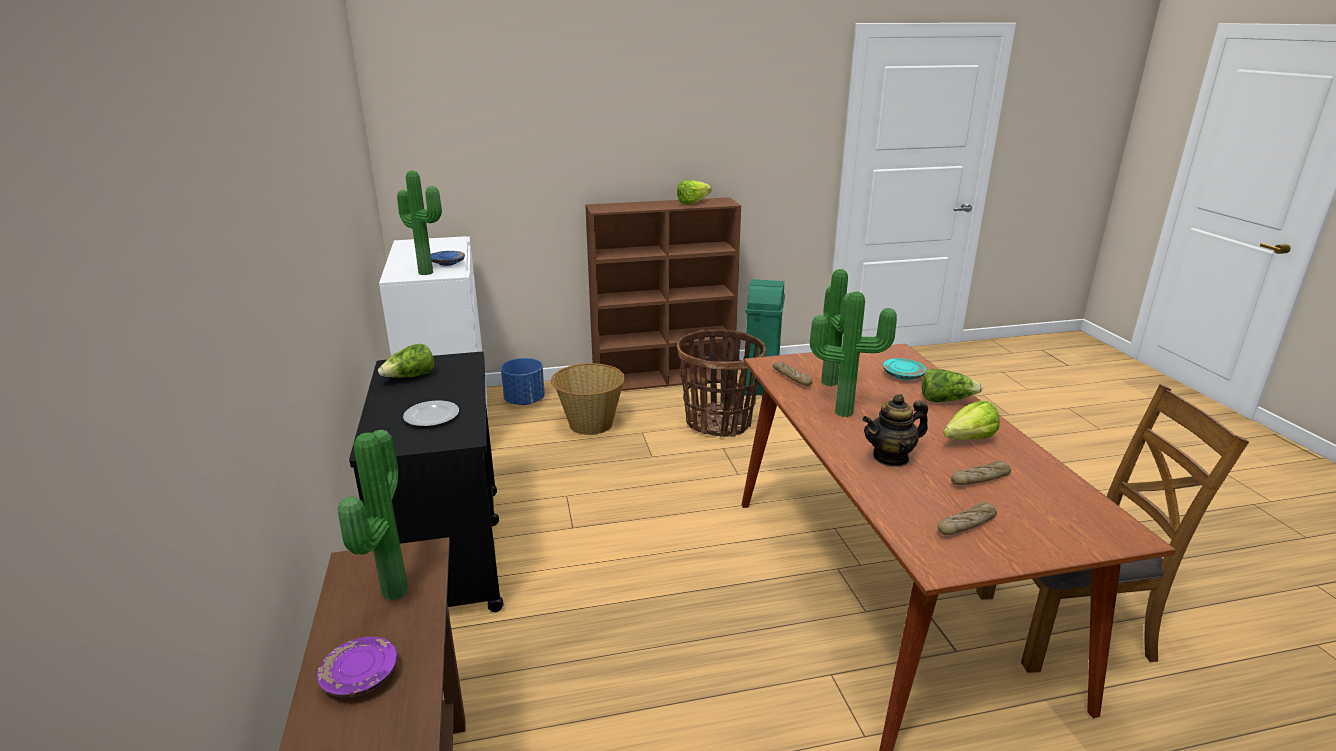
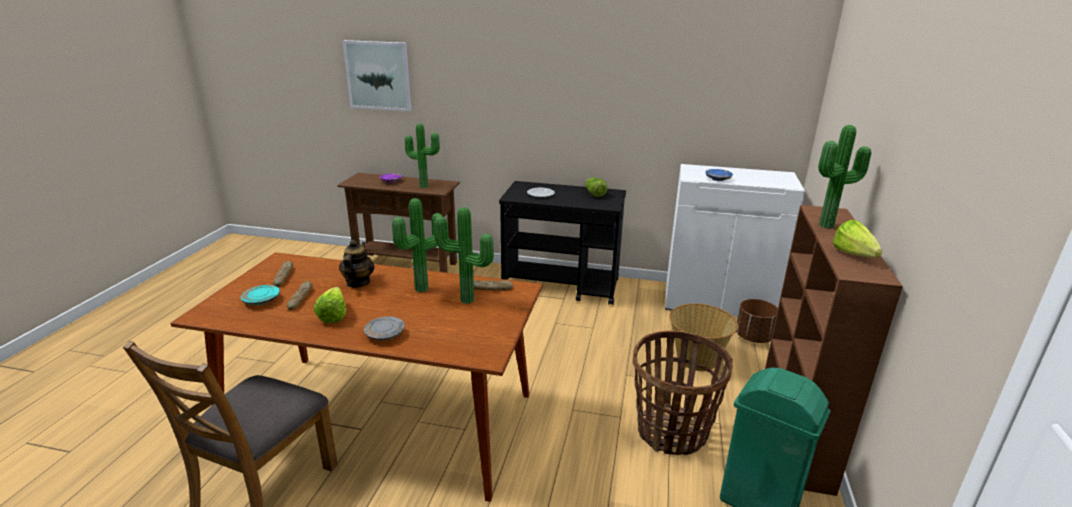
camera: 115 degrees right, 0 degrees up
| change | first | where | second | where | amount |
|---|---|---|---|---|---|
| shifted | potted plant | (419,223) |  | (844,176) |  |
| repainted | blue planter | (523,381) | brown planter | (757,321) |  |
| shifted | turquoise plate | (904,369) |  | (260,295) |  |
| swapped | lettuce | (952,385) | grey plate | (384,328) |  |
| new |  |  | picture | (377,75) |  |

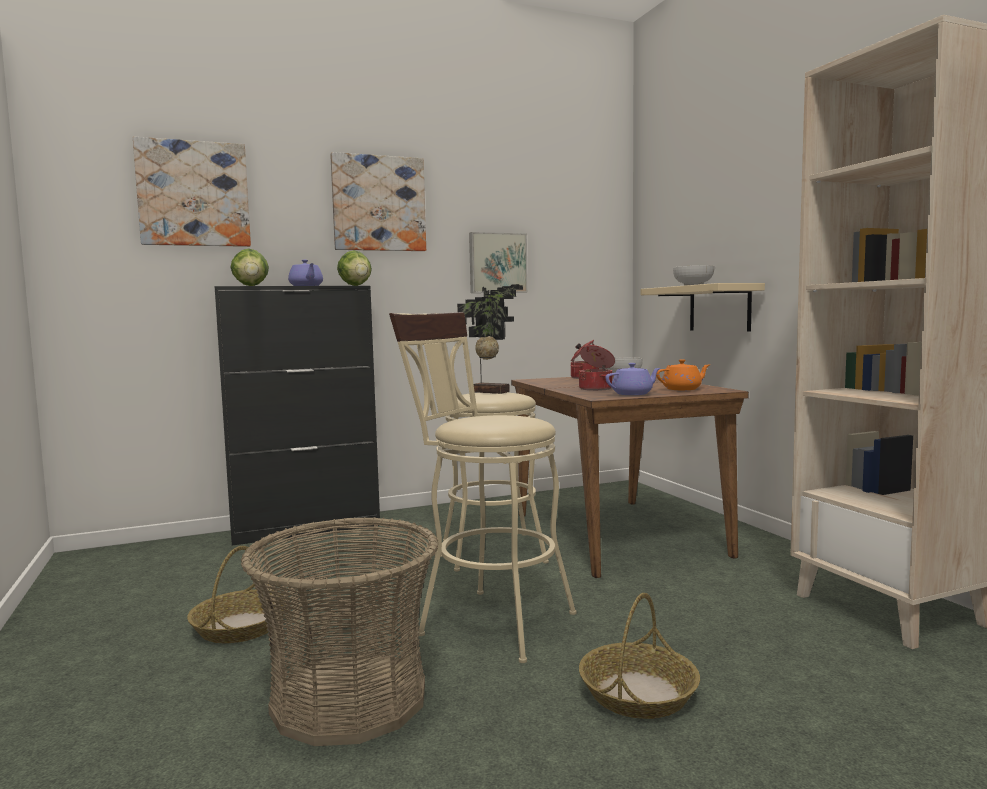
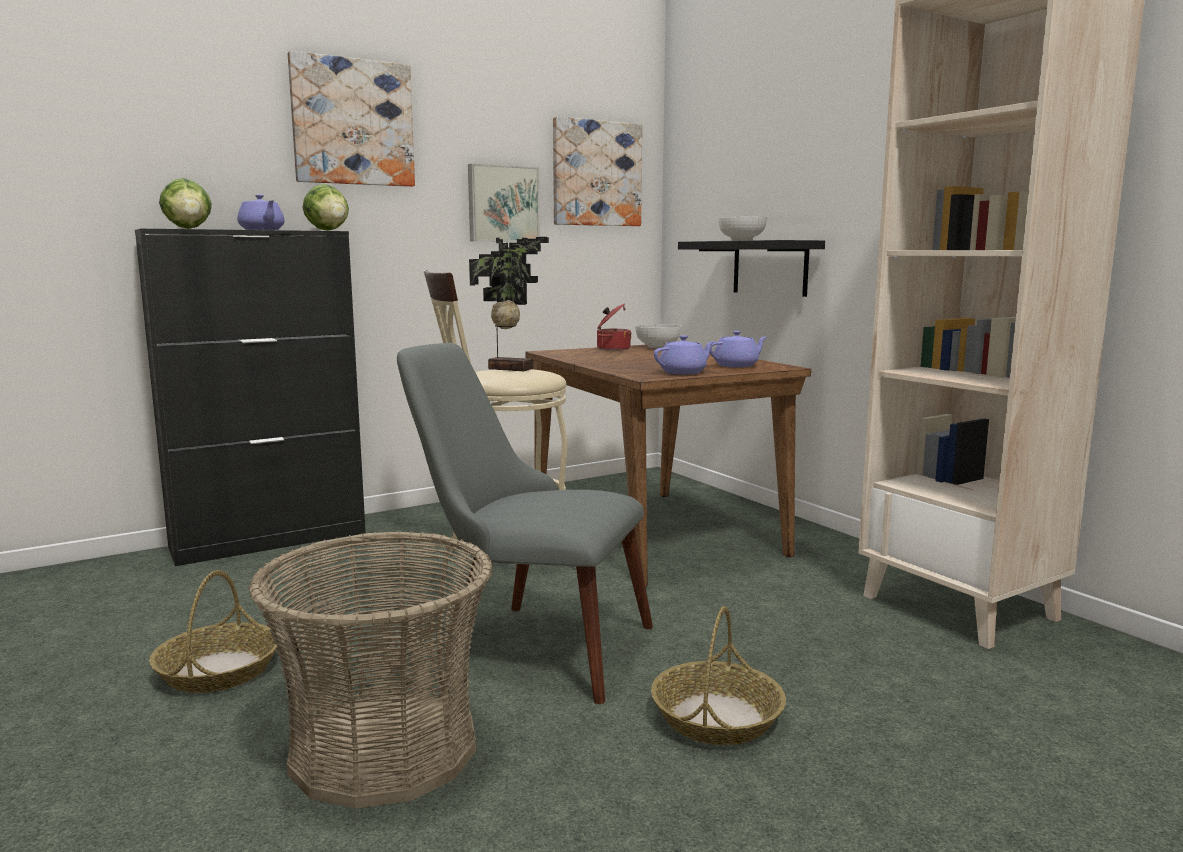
camera: 10 degrees left, 5 degrees up
| change | first | where | second | where | amount |
|---|---|---|---|---|---|
| shifted | picture | (192,192) |  | (597,171) |  |
| repainted | beige shelf | (702,307) | black shelf | (751,268) |  |
| swapped | beige stool | (483,487) | grey chair | (525,523) |  |
| gone | cooking pot | (597,368) |  |  |  |
| repainted | orange teapot | (682,374) | purple teapot | (738,349) |  |

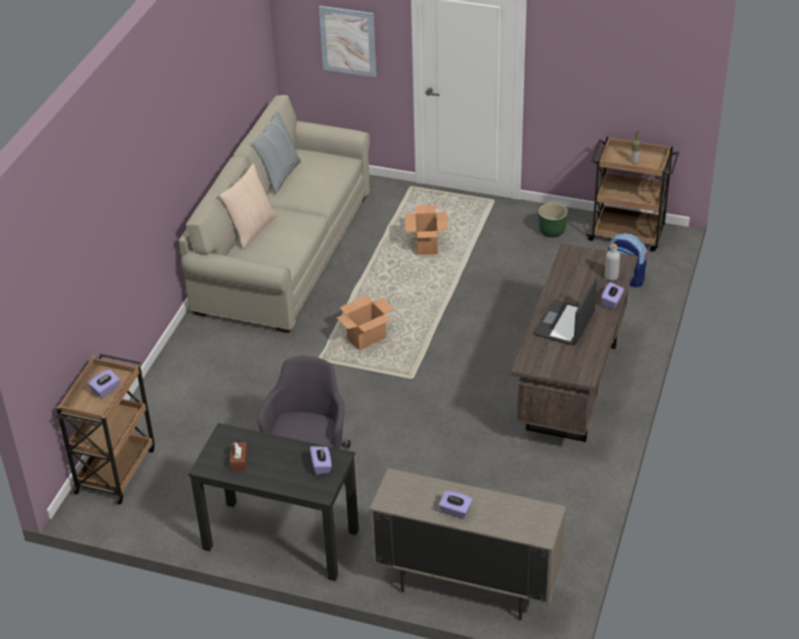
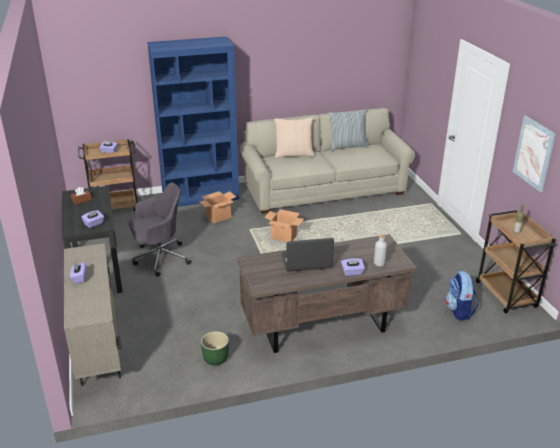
camera: 55 degrees right, 10 degrees down
| change | first | where | second | where | amount |
|---|---|---|---|---|---|
| shifted | picture | (347,41) |  | (534,153) |  |
| shifted | green planter | (553,220) |  | (215,348) |  |
| shifted | cardboard box | (426,230) |  | (217,207) |  |
| new |  |  | blue bookcase | (193,121) |  |

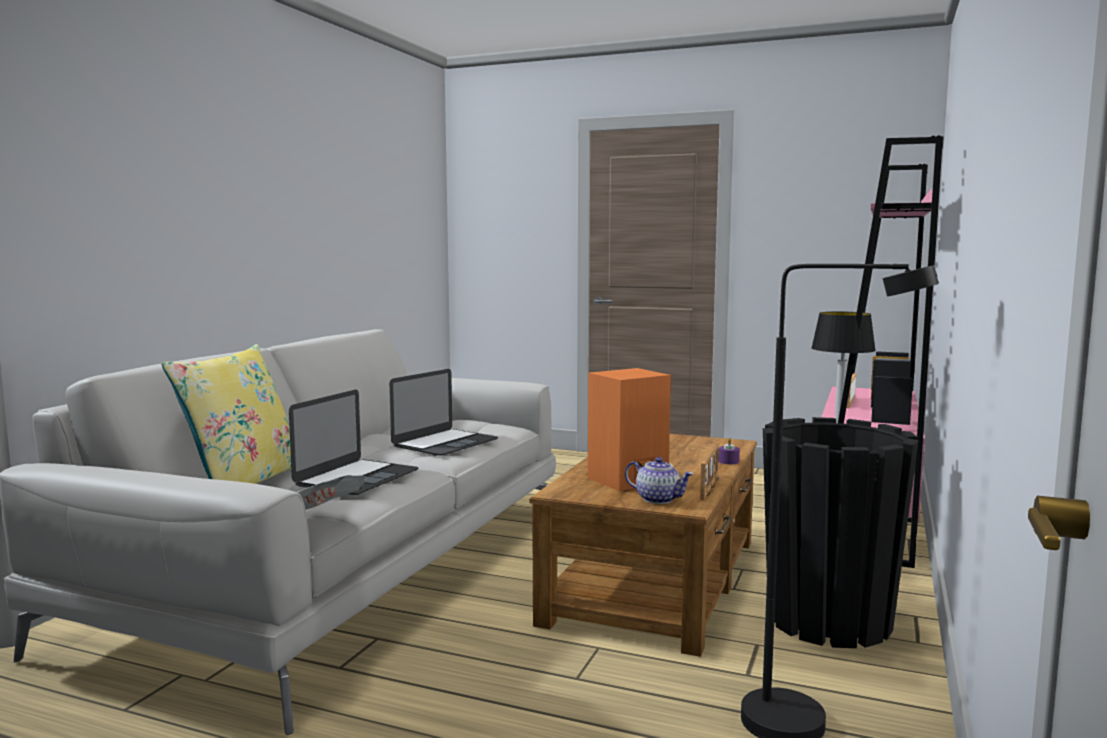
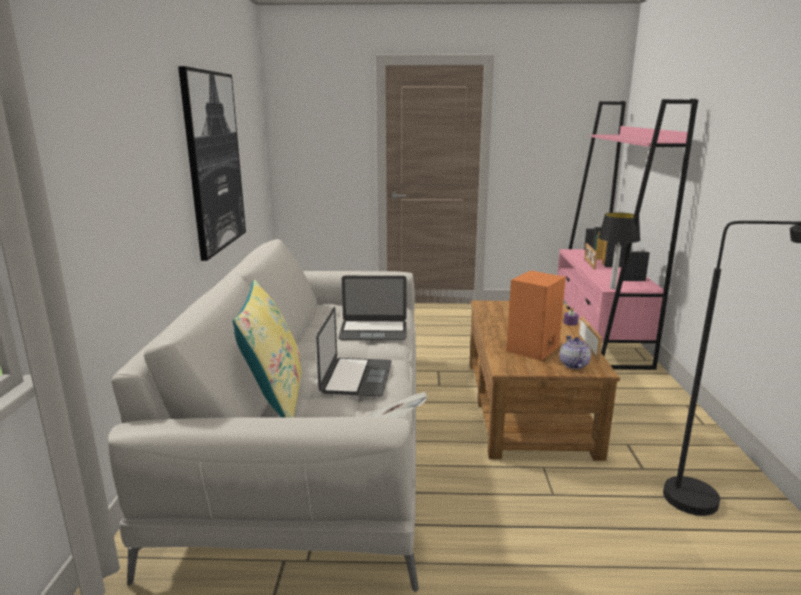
camera: 20 degrees left, 10 degrees up
| change | first | where | second | where | amount |
|---|---|---|---|---|---|
| rotated | laptop | (443,412) |  | (372,308) | 75 degrees clockwise |
| gone | black planter | (841,532) |  |  |  |
| rotated | teapot | (659,480) |  | (575,352) | 105 degrees counterclockwise |
| new |  |  | picture | (212,163) |  |

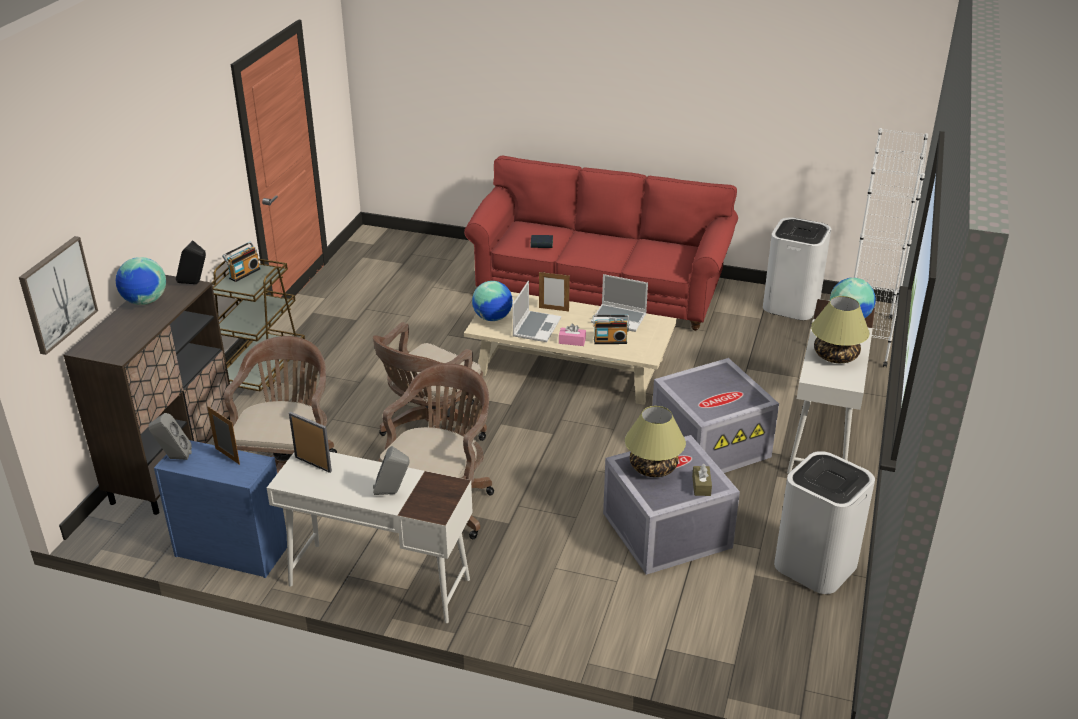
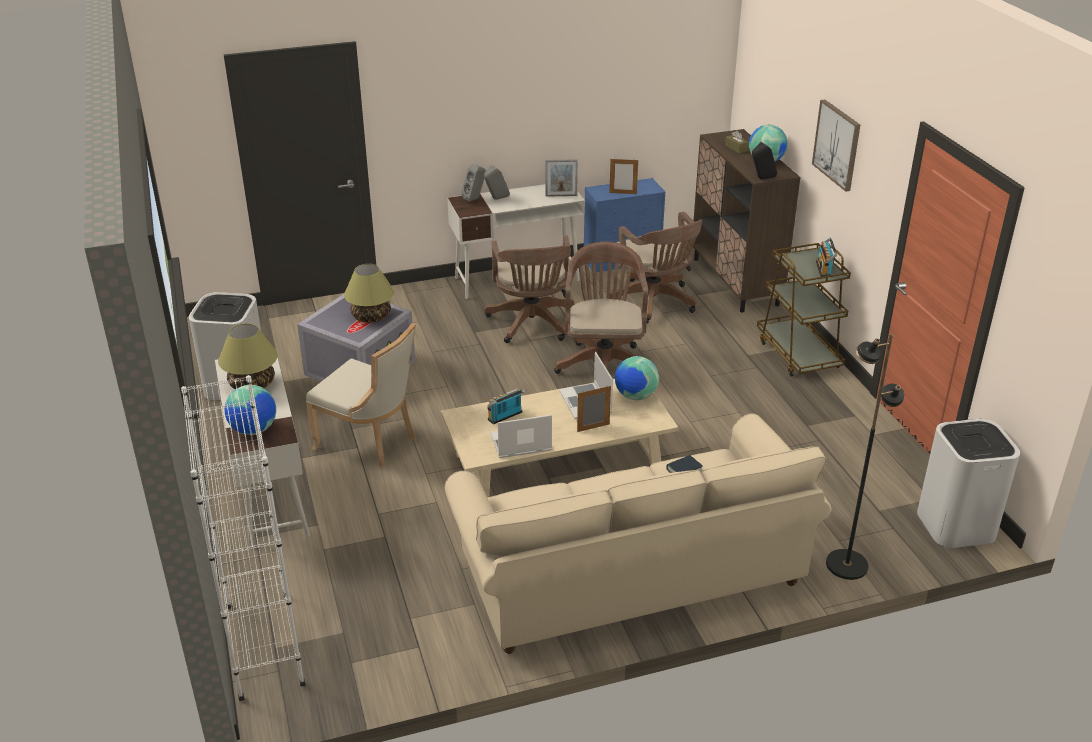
camera: 145 degrees right, 0 degrees up
| change | first | where | second | where | amount |
|---|---|---|---|---|---|
| repainted | red sofa | (601,243) | beige sofa | (637,533) |  |
| shifted | white trash can | (797,268) |  | (968,483) |  |
| shifted | picture | (58,295) |  | (836,145) |  |
| gone | pink tissue box | (572,335) |  |  |  |
| swapped | grey storage box | (715,415) | beige chair | (361,396) |  |
| shifted | grey speaker | (170,436) |  | (473,183) |  |
| shifted | brown tissue box | (702,480) |  | (737,141) |  |
| new |  |  | black floor lamp | (865,457) |  |

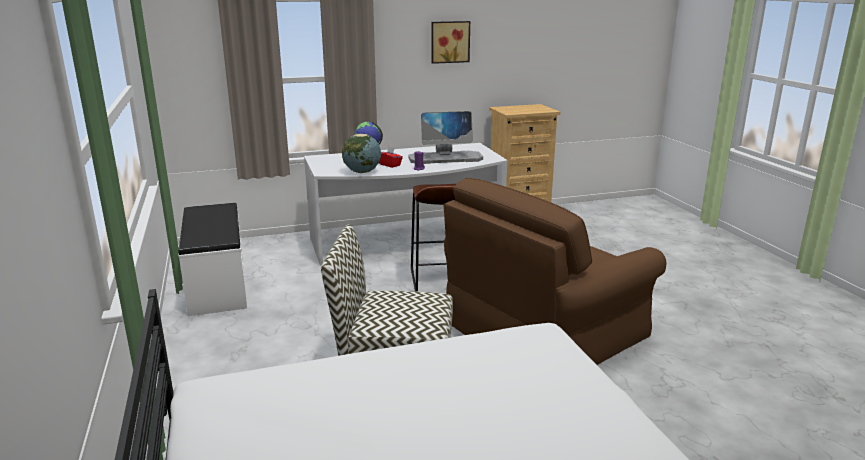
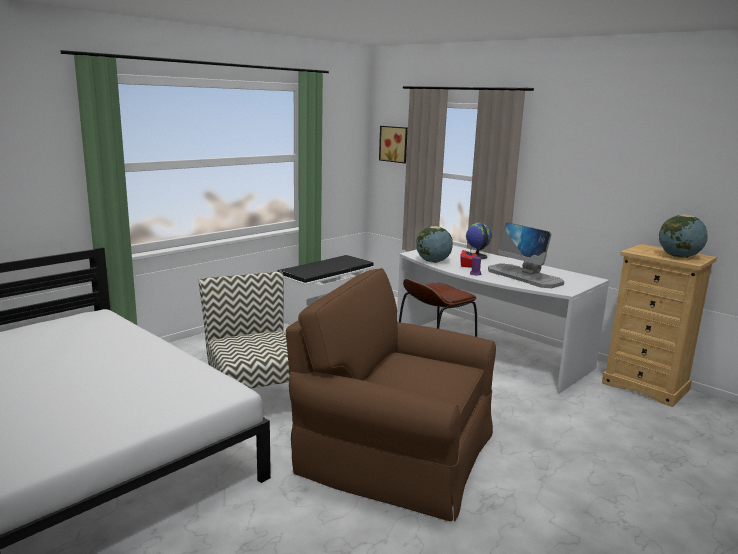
camera: 60 degrees right, 5 degrees down
| change | first | where | second | where | amount |
|---|---|---|---|---|---|
| shifted | picture | (450,42) |  | (393,144) |  |
| new |  |  | globe | (683,236) |  |

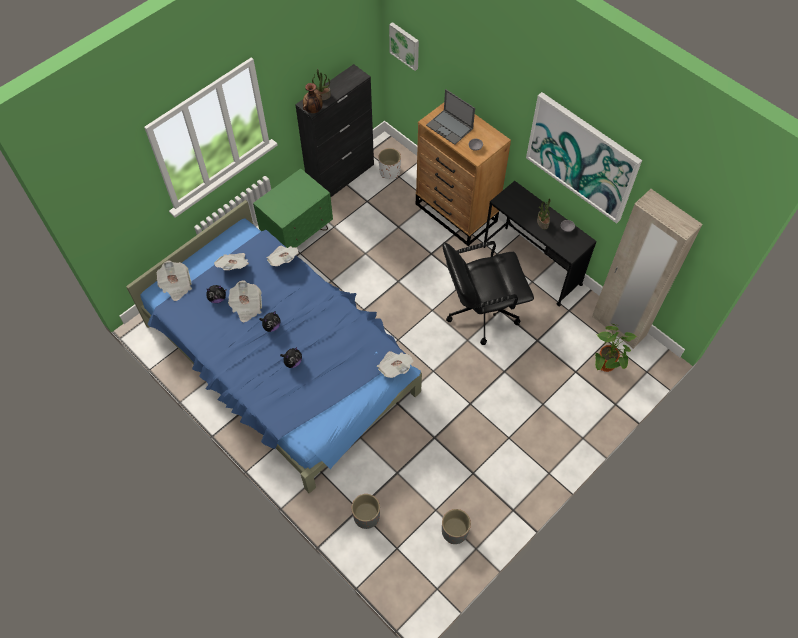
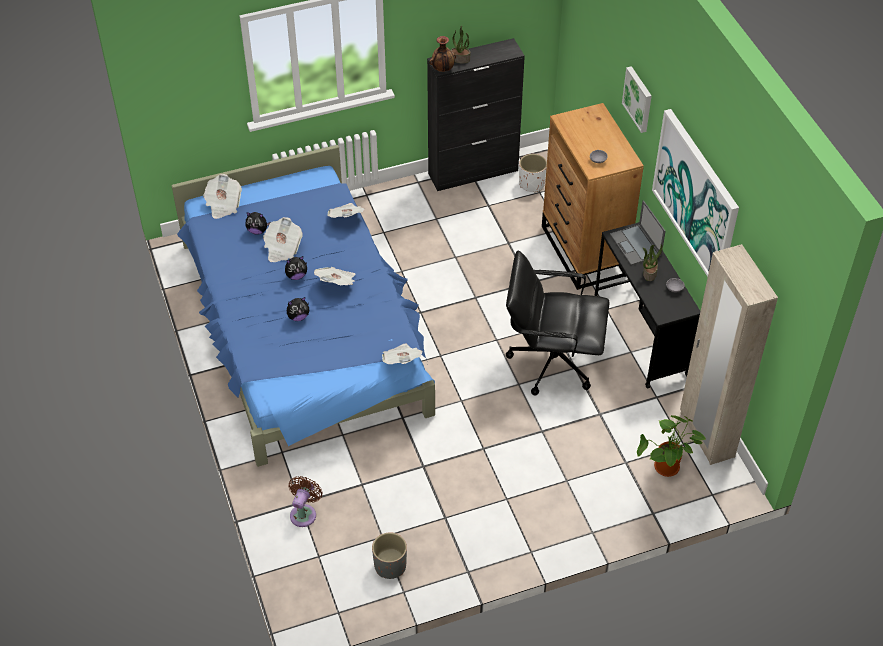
camera: 25 degrees right, 10 degrees down
| change | first | where | second | where | amount |
|---|---|---|---|---|---|
| shifted | picture | (404,46) |  | (637,99) |  |
| shifted | laptop | (450,117) |  | (638,232) |  |
| gone | green nightstand | (293,208) |  |  |  |
| shifted | newspaper | (231,261) |  | (335,276) |  |
| swapped | grey planter | (365,511) | brown fan | (305,501) |  |

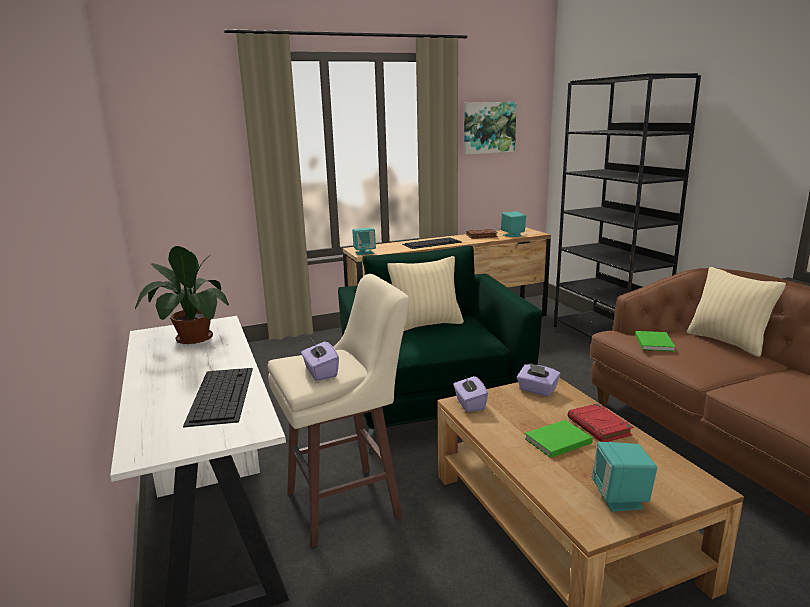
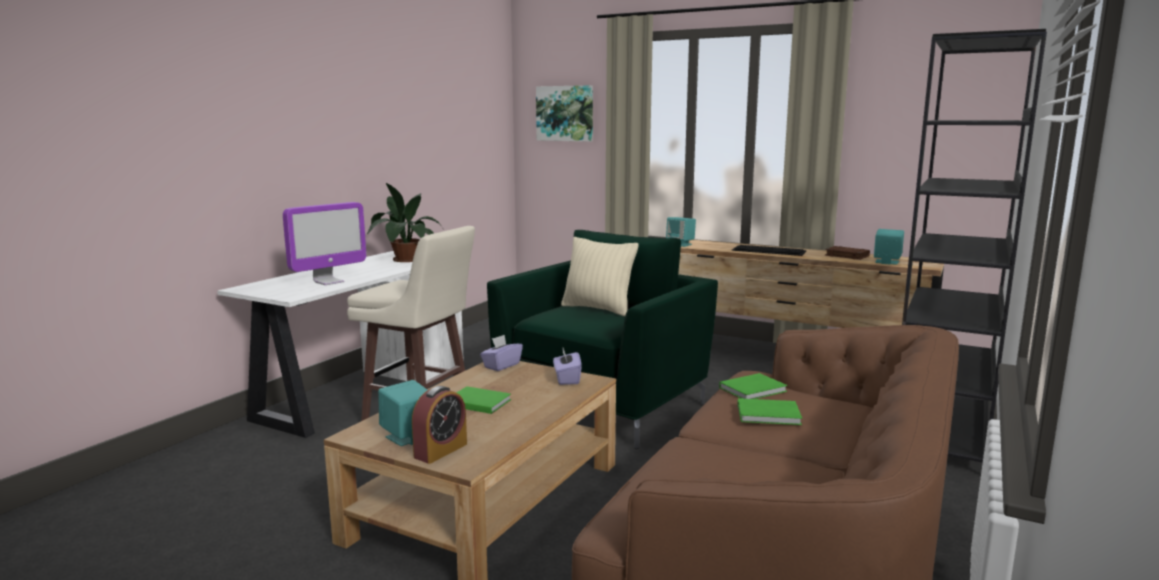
camera: 50 degrees right, 5 degrees down
| change | first | where | second | where | amount |
|---|---|---|---|---|---|
| shifted | picture | (490,128) |  | (564,113) |  |
| gone | beige pillow | (736,312) |  |  |  |
| gone | purple tissue box | (320,360) |  |  |  |
| swapped | keyboard | (218,398) | monitor | (324,243) |  |
| gone | red book | (600,422) |  |  |  |
| new |  |  | alarm clock | (439,425) |  |
| new |  |  | green book | (769,411) |  |

